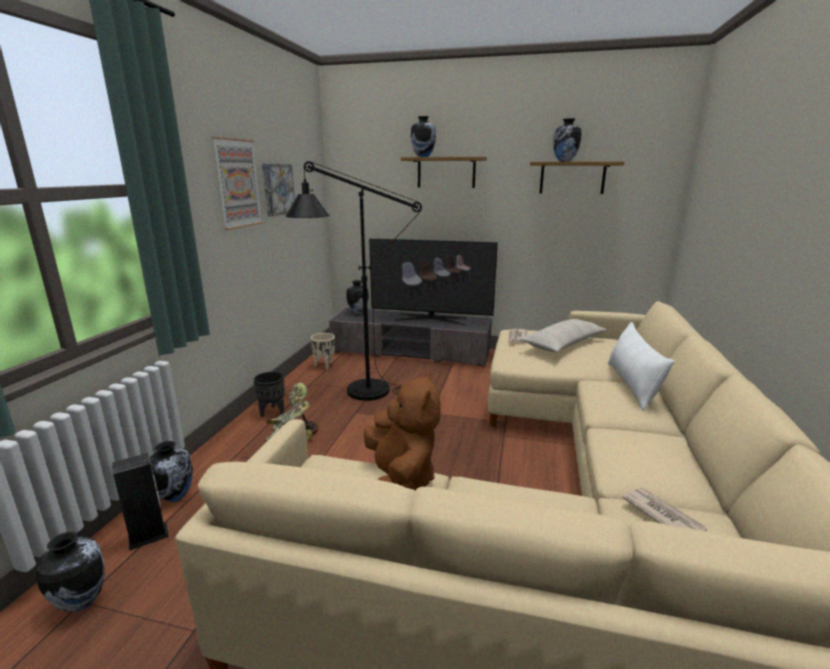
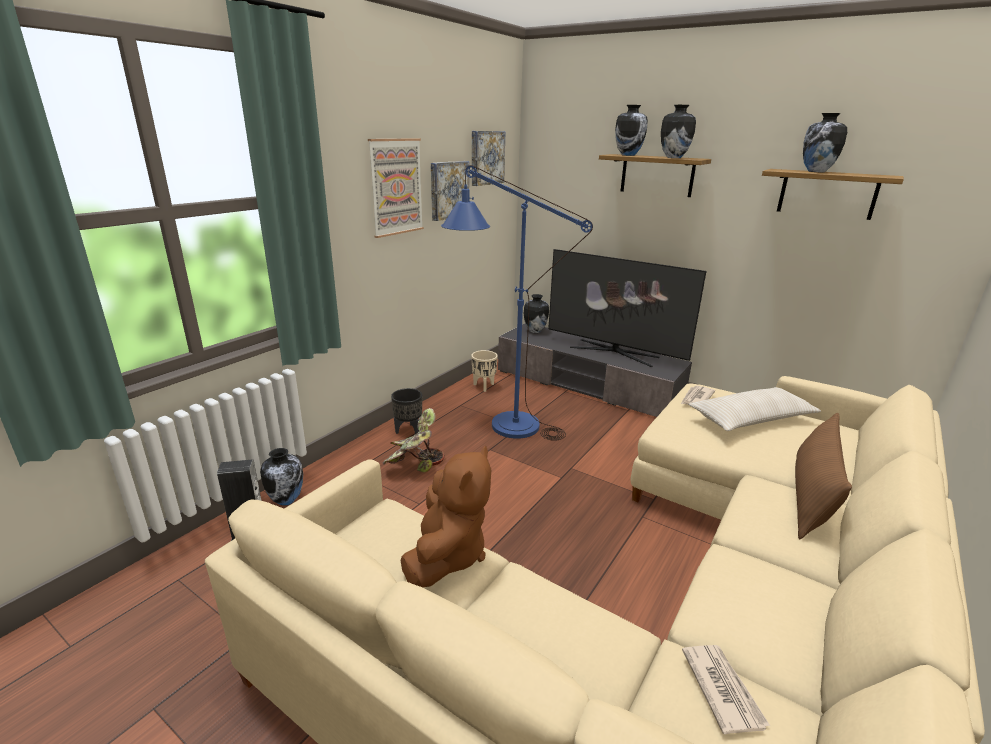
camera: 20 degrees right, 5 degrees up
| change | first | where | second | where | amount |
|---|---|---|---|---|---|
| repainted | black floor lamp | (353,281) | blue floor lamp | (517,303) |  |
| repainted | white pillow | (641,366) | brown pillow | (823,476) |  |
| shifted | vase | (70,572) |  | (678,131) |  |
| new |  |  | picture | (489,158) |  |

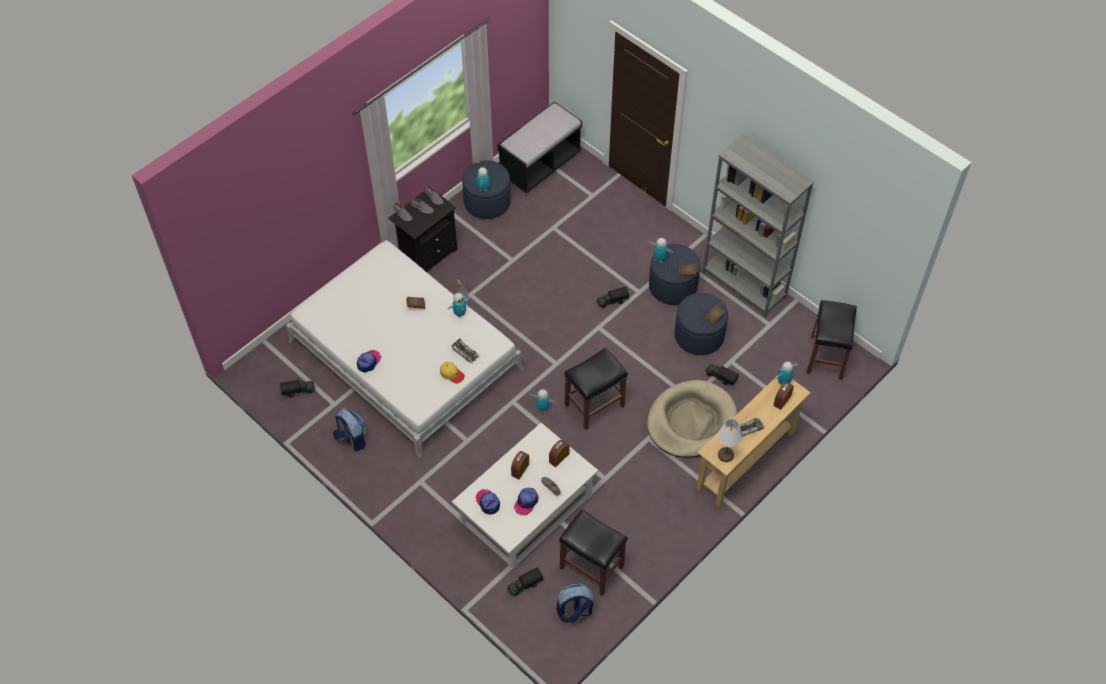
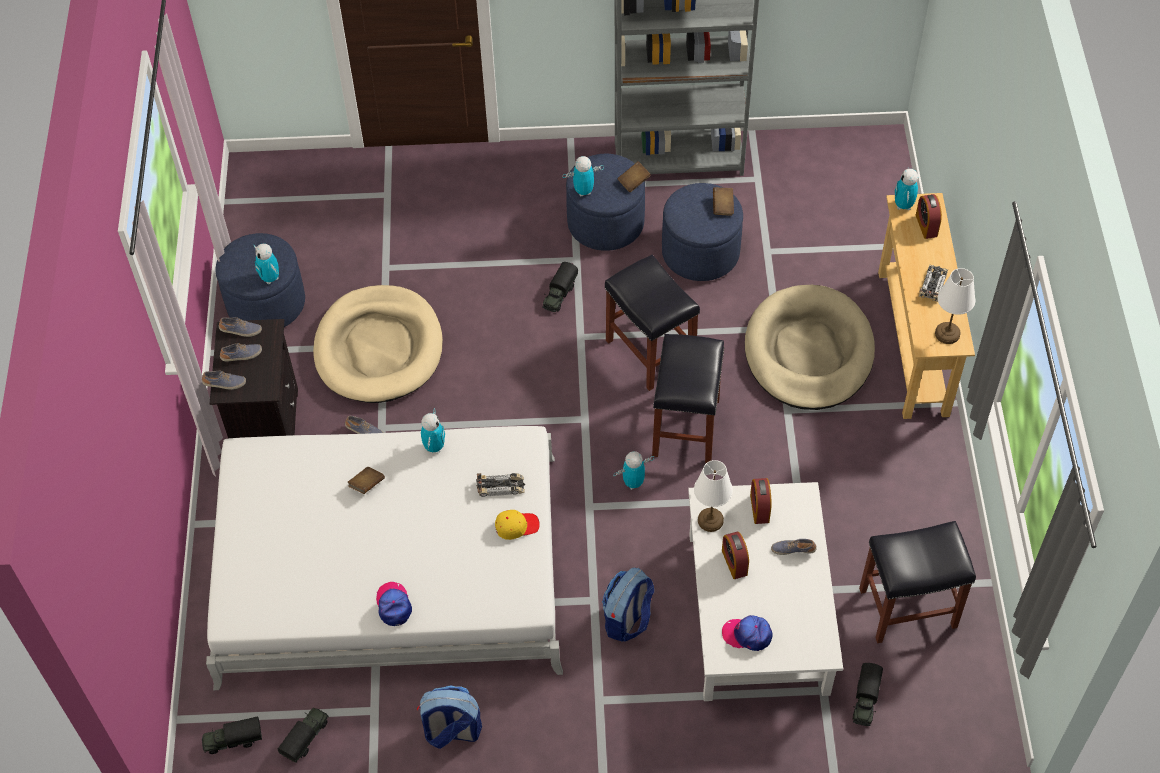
camera: 45 degrees left, 0 degrees up
| change | first | where | second | where | amount |
|---|---|---|---|---|---|
| gone | black bench | (539,147) |  |  |  |
| shifted | black stool | (831,340) |  | (652,323) |  |
| shifted | toy truck | (722,375) |  | (232,735) |  |
| gone | cap | (526,501) |  |  |  |
| shifted | backpack | (575,603) |  | (628,605) |  |
| new |  |  | beige dog bed | (378,344) |  |
| new |  |  | white table lamp | (713,496) |  |

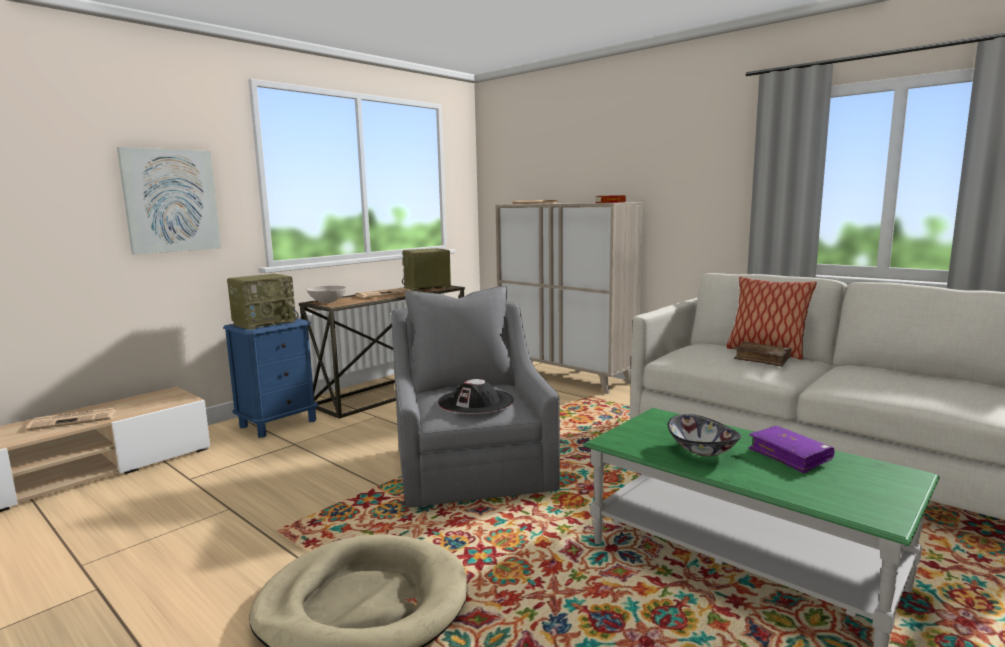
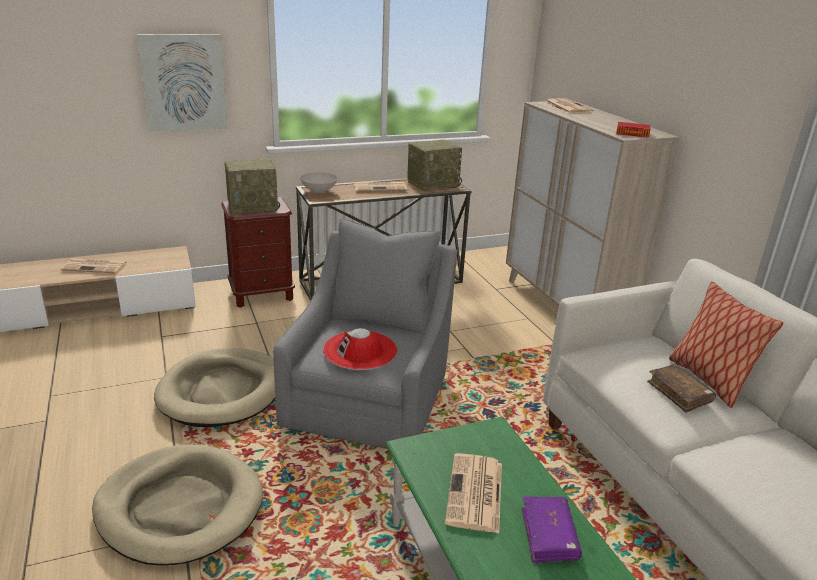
camera: 25 degrees right, 15 degrees up
| change | first | where | second | where | amount |
|---|---|---|---|---|---|
| rotated | radio | (426,269) |  | (434,165) | 150 degrees clockwise |
| repainted | blue nightstand | (270,378) | brown nightstand | (258,252) |  |
| repainted | black hat | (476,396) | red hat | (360,349) |  |
| swapped | bowl | (704,435) | newspaper | (473,493) |  |
| new |  |  | beige dog bed | (214,387) |  |

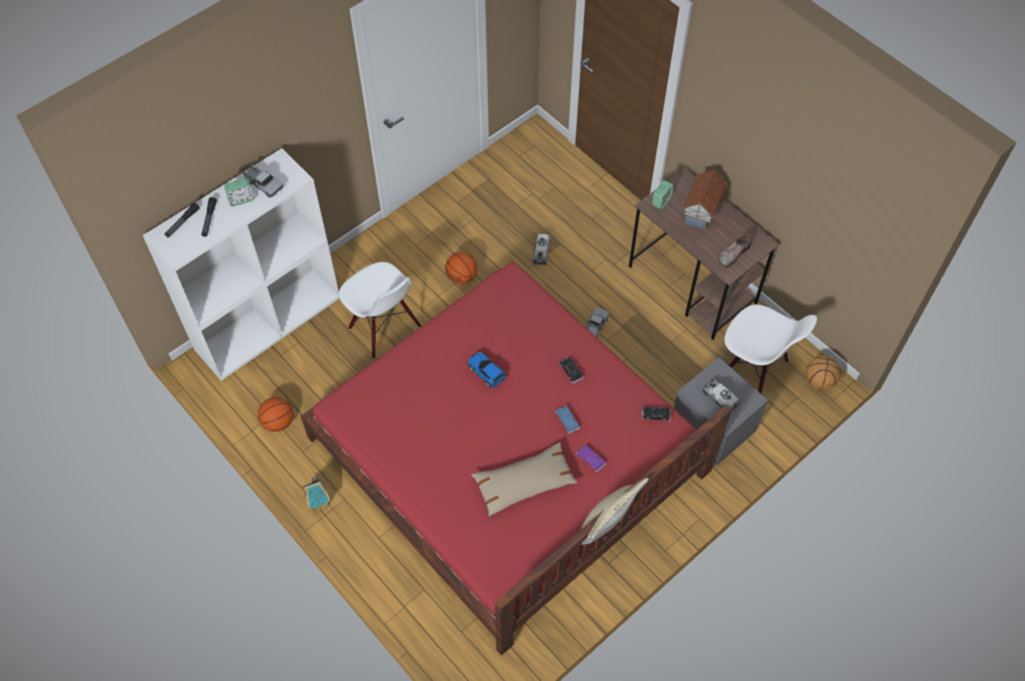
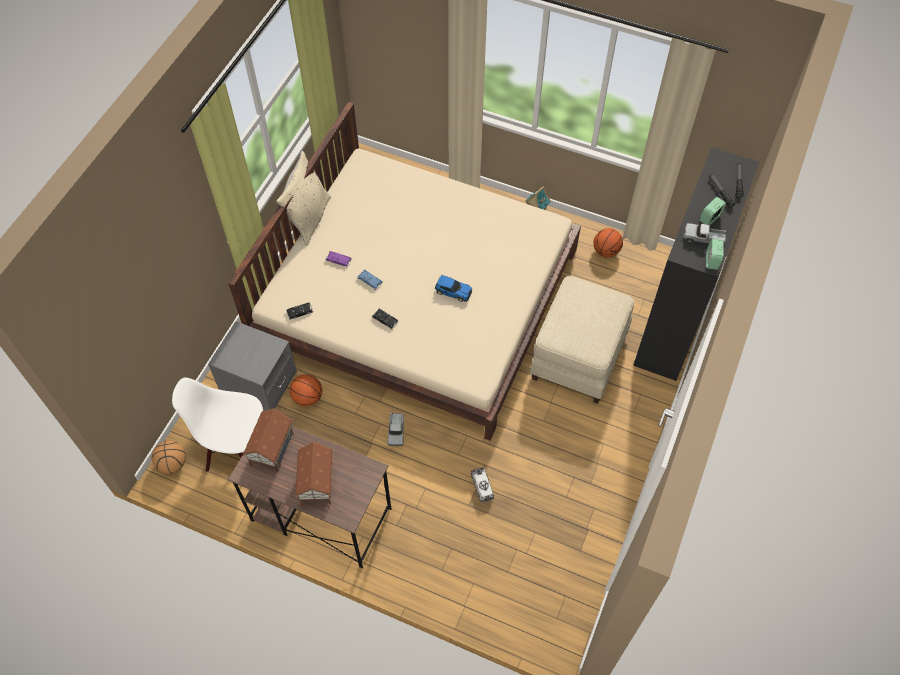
camera: 155 degrees right, 0 degrees up
| change | first | where | second | where | amount |
|---|---|---|---|---|---|
| repainted | white bookcase | (241,264) | black bookcase | (696,264) |  |
| shifted | alarm clock | (662,194) |  | (715,254) |  |
| swapped | shoe | (735,251) | toy house | (268,440) |  |
| shifted | basketball | (461,268) |  | (306,390) |  |
| repainted | red bed | (516,458) | beige bed | (404,271) |  |
| swapped | white chair | (380,310) | beige ottoman | (581,340) |  |
| gone | toy truck | (721,395) |  |  |  |
| gone | beige pillow | (524,479) |  |  |  |

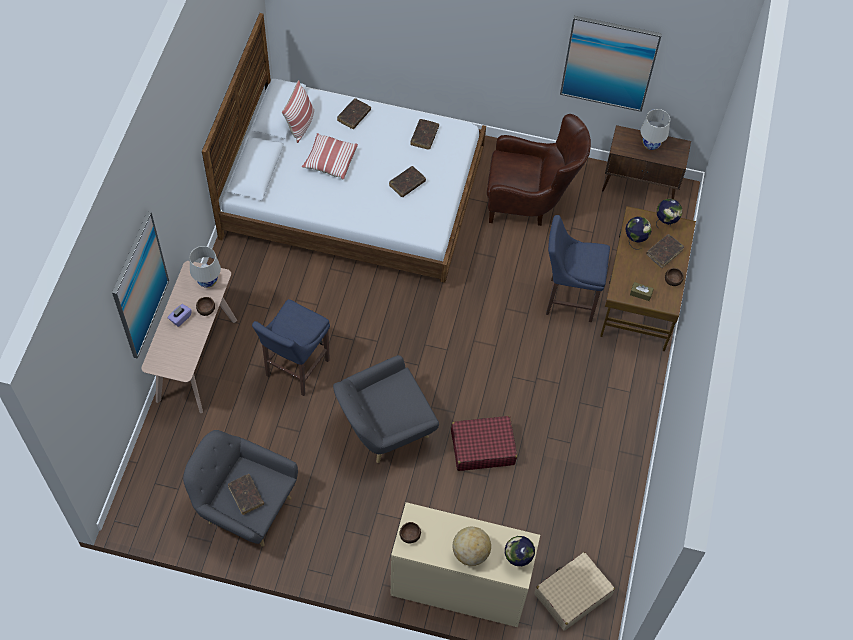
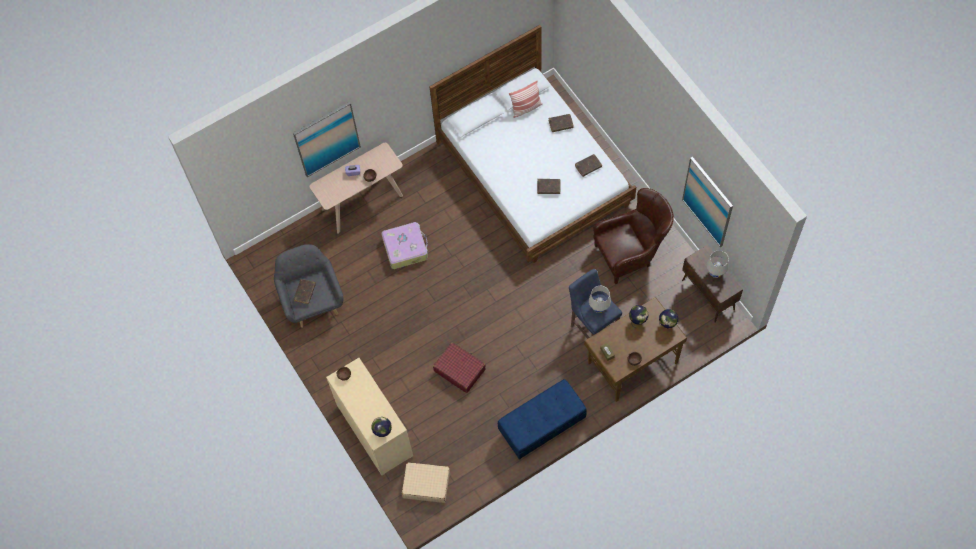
camera: 50 degrees right, 5 degrees up
| change | first | where | second | where | amount |
|---|---|---|---|---|---|
| rotated | brown armchair | (539,170) |  | (633,236) | 75 degrees counterclockwise |
| gone | pillow | (330,156) |  |  |  |
| gone | brown book | (665,251) |  |  |  |
| shifted | white table lamp | (205,267) |  | (600,299) |  |
| swapped | blue stool | (291,347) | suitcase | (404,245) |  |
| gone | grey armchair | (386,409) |  |  |  |
| gone | globe | (472,546) |  |  |  |
| new |  |  | blue bench | (542,419) |  |

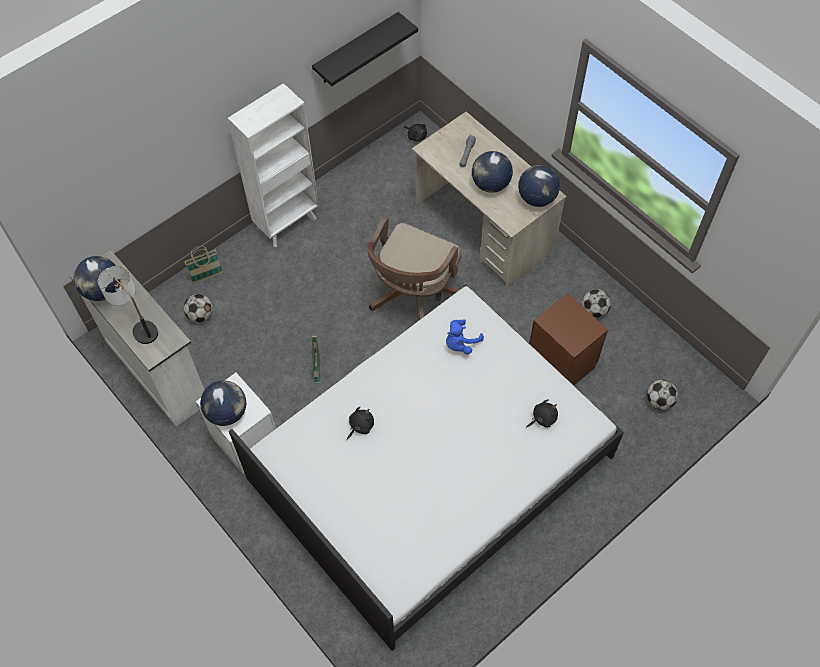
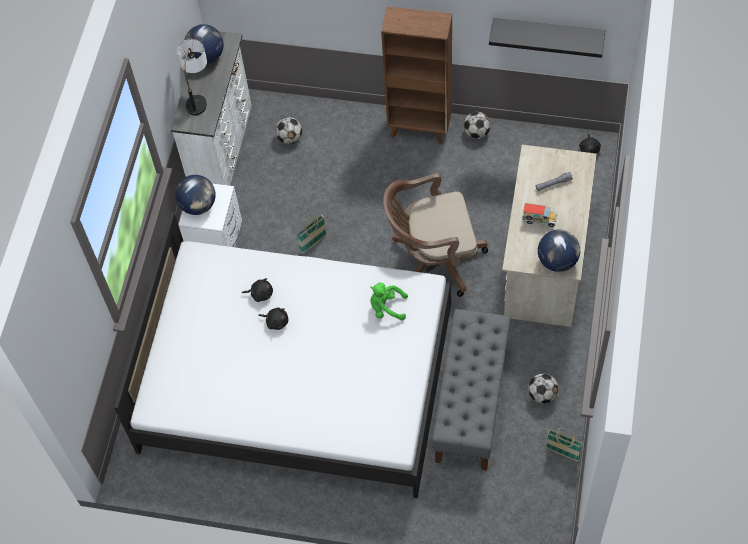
camera: 55 degrees right, 0 degrees up
| change | first | where | second | where | amount |
|---|---|---|---|---|---|
| repainted | white bookcase | (273,165) | brown bookcase | (416,75) |  |
| swapped | globe | (492,172) | toy truck | (540,215) |  |
| shifted | basket | (204,264) |  | (564,445) |  |
| swapped | brown nightstand | (568,339) | grey bench | (471,389) |  |
| repainted | blue plush toy | (465,336) | green plush toy | (389,301) |  |
| shifted | football | (662,395) |  | (477,125) |  |
| shifted | black plush toy | (542,413) |  | (273,319) |  |

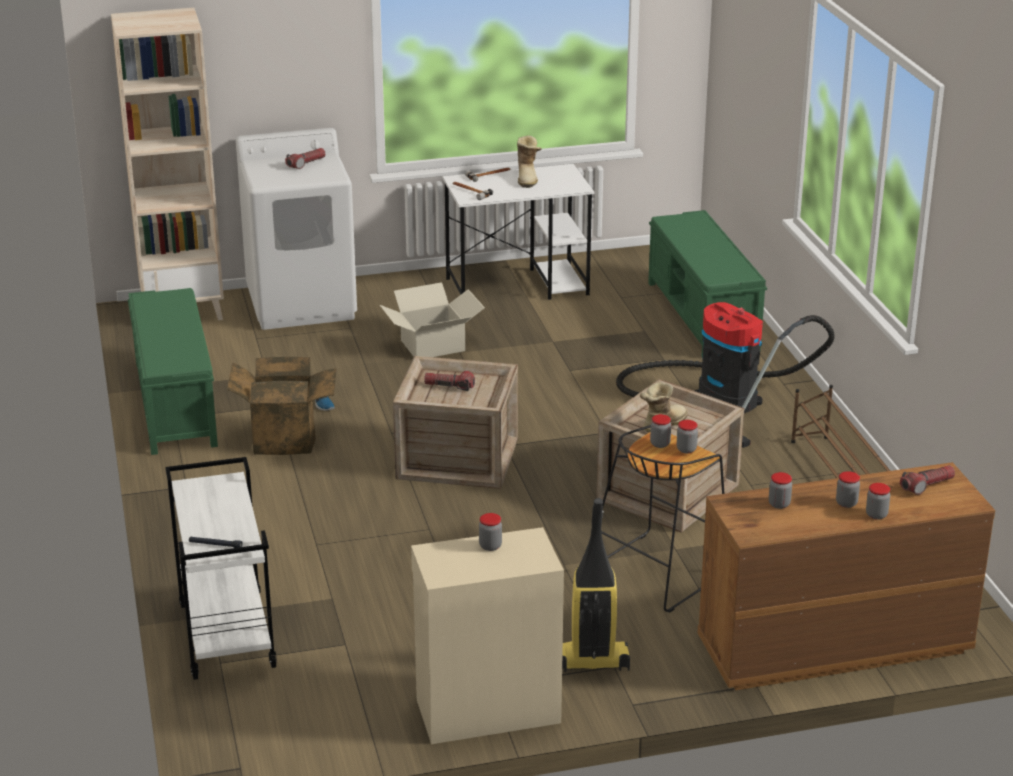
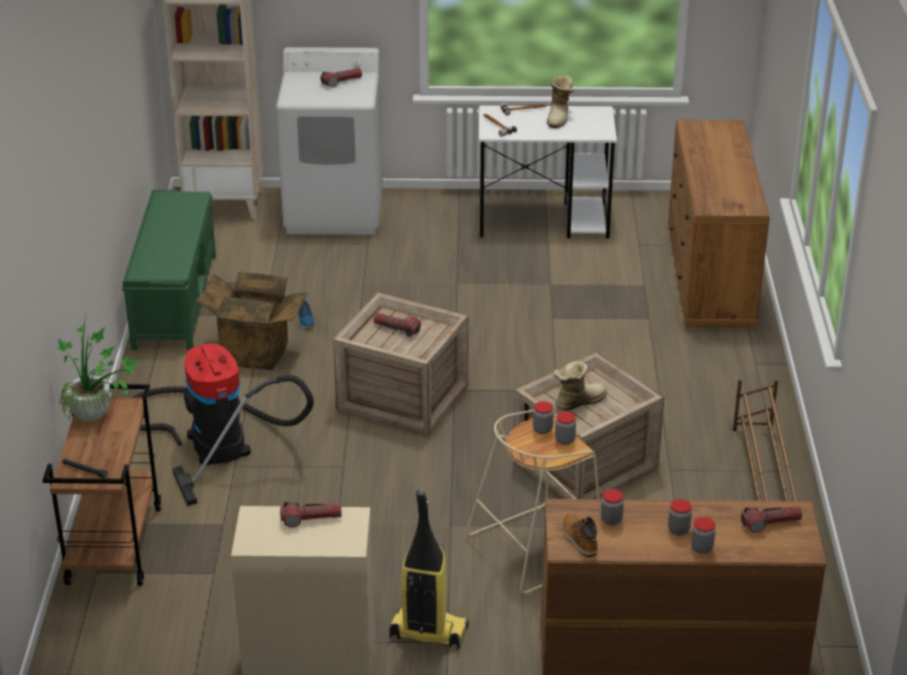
camera: 15 degrees right, 5 degrees up
| change | first | where | second | where | amount |
|---|---|---|---|---|---|
| swapped | green bench | (707,283) | brown dresser | (719,223) |  |
| gone | cardboard box | (432,319) |  |  |  |
| shifted | vacuum cleaner | (725,375) |  | (222,424) |  |
| repainted | black stool | (663,519) | beige stool | (532,502) |  |
| repainted | white cart | (220,568) | brown cart | (102,485) |  |
| swapped | jar | (490,532) | flashlight | (311,515) |  |
| new |  |  | potted plant | (97,369) |  |
| new |  |  | boot | (580,535) |  |

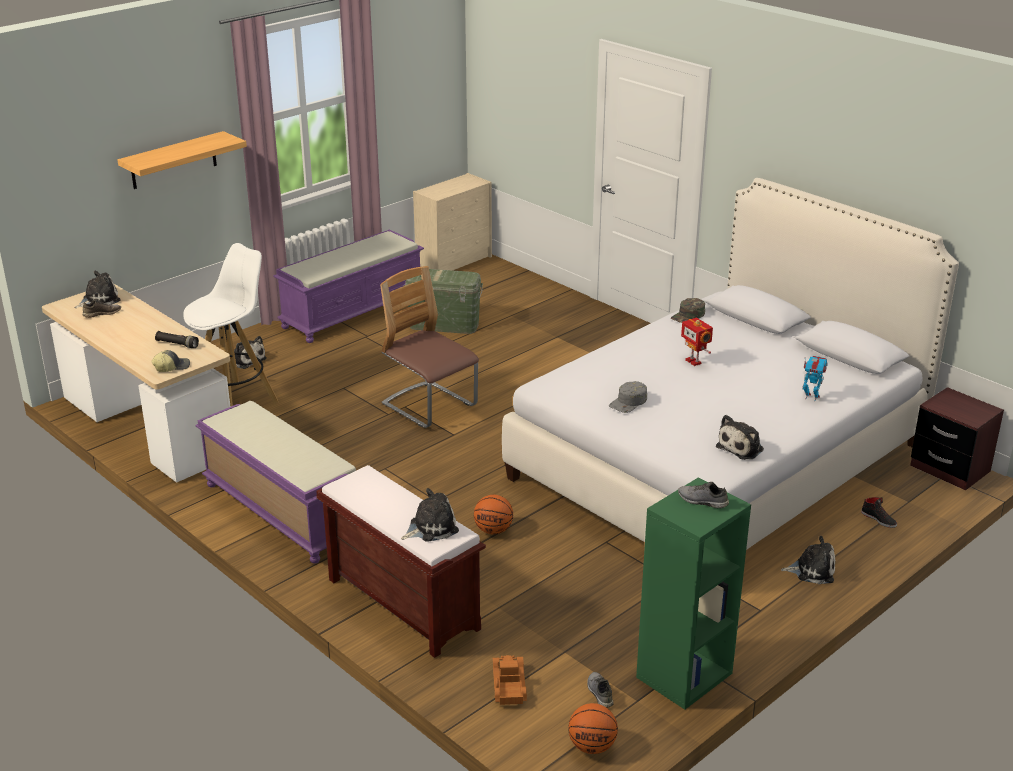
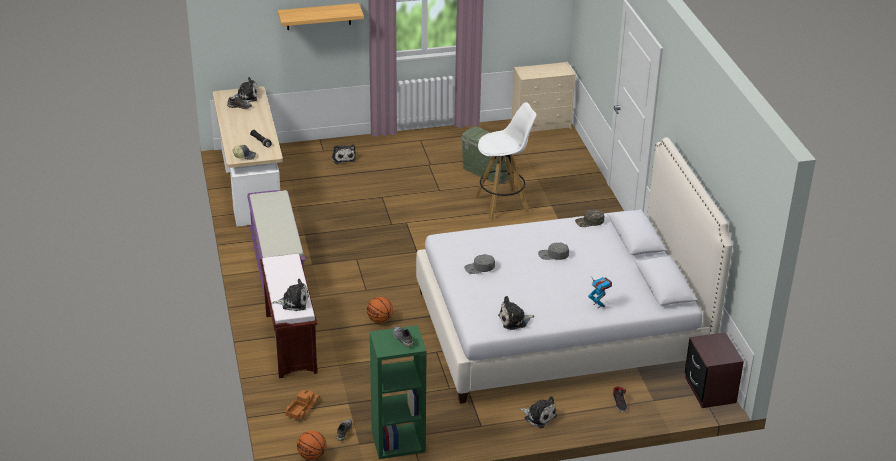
camera: 30 degrees right, 5 degrees up
| change | first | where | second | where | amount |
|---|---|---|---|---|---|
| gone | purple bench | (348,286) |  |  |  |
| shifted | white stool | (230,324) |  | (505,161) |  |
| gone | chair | (429,347) |  |  |  |
| swapped | toy robot | (697,342) | grey cap | (553,251) |  |

